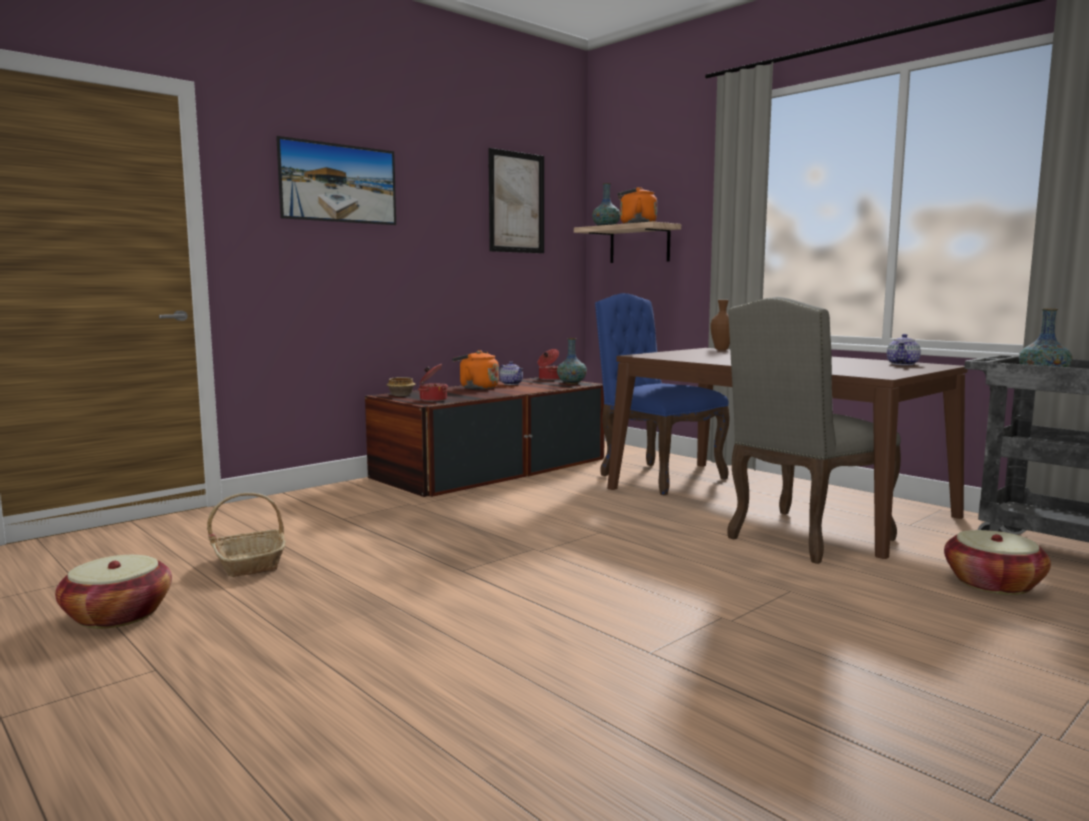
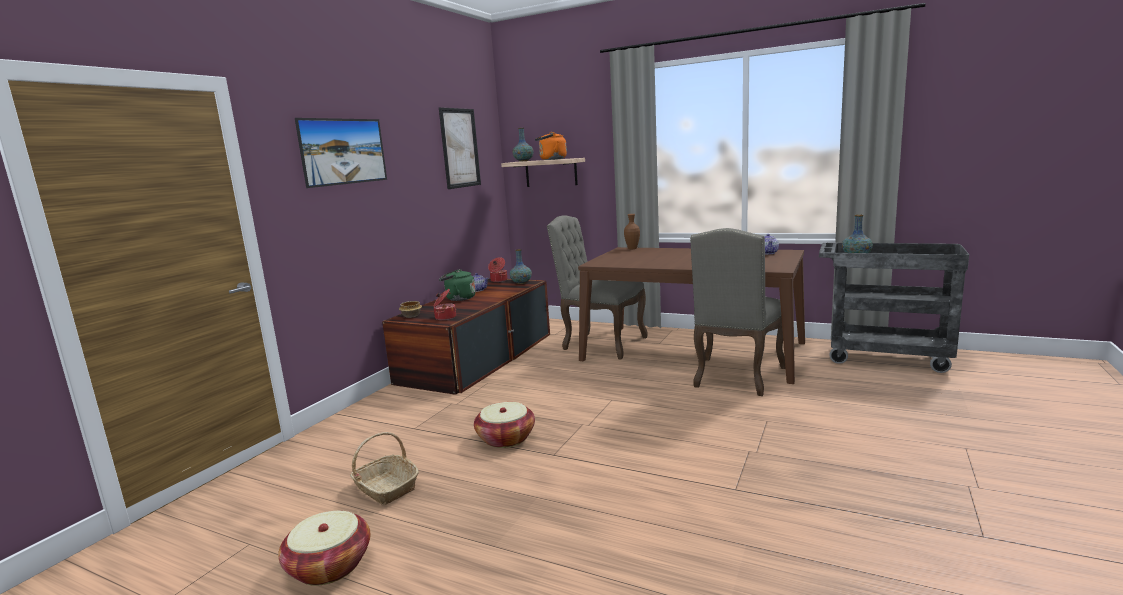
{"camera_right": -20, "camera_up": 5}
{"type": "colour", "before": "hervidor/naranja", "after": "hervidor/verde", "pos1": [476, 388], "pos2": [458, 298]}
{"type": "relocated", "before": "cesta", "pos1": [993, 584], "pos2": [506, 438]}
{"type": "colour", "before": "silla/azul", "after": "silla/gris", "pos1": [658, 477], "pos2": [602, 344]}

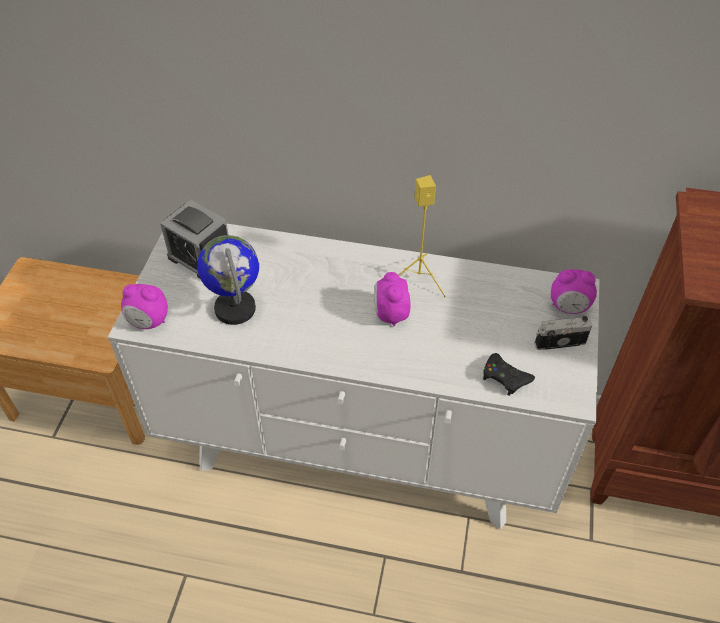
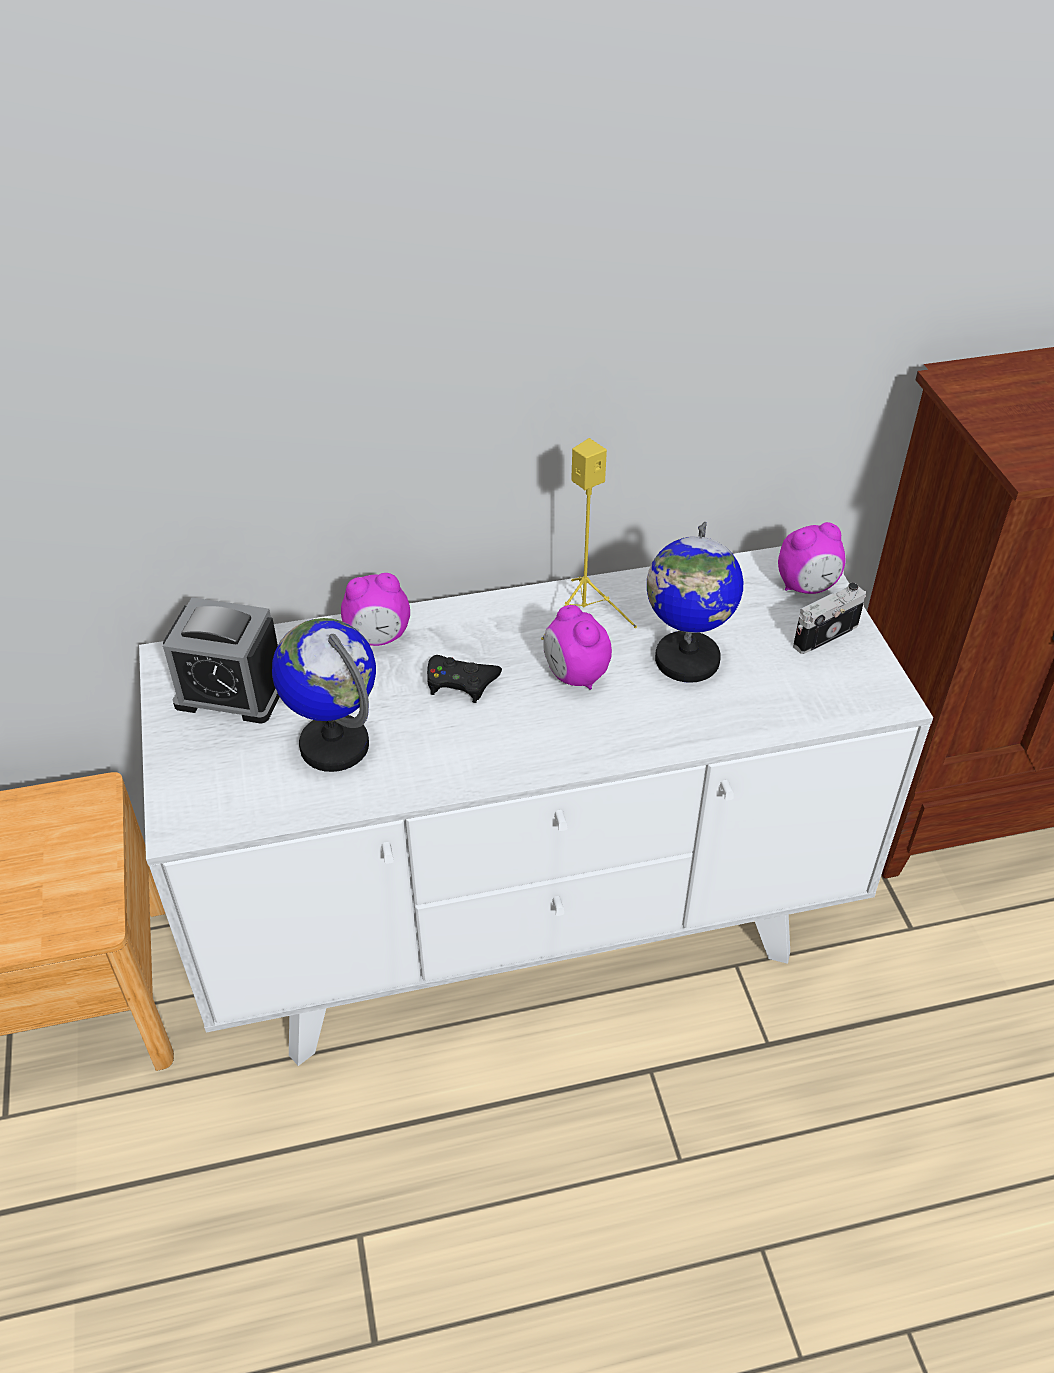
{"camera_right": -25, "camera_up": -5}
{"type": "relocated", "before": "despertador", "pos1": [148, 322], "pos2": [378, 638]}
{"type": "relocated", "before": "mando de consola/negro", "pos1": [505, 377], "pos2": [460, 682]}
{"type": "appeared", "after": "globo terráqueo", "pos2": [686, 660]}

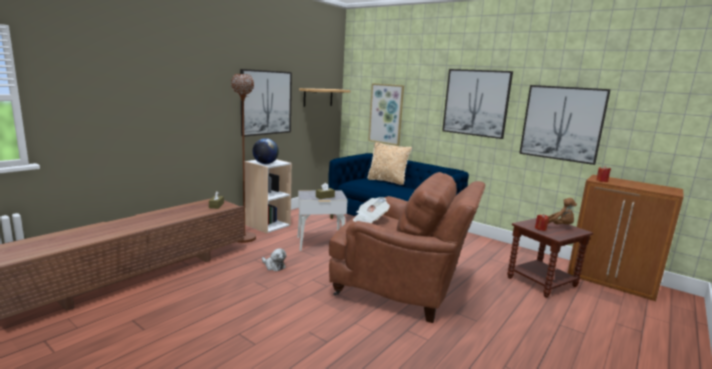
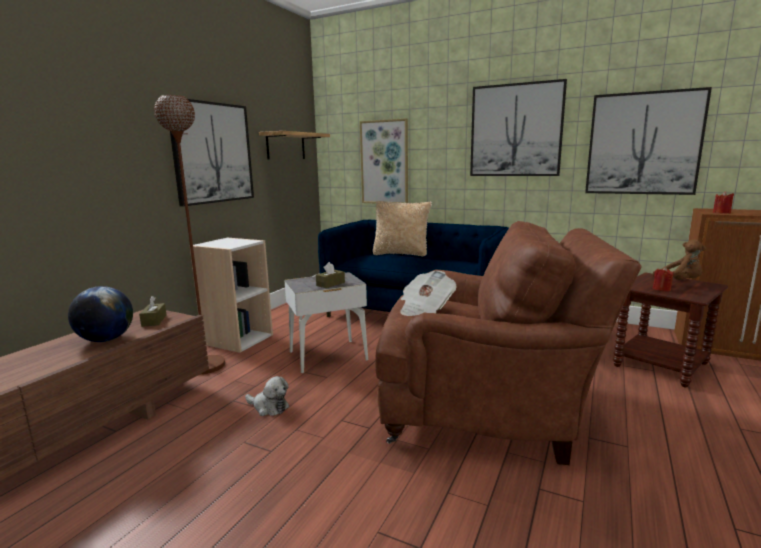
{"camera_right": -10, "camera_up": 0}
{"type": "relocated", "before": "globo terráqueo", "pos1": [265, 163], "pos2": [106, 340]}

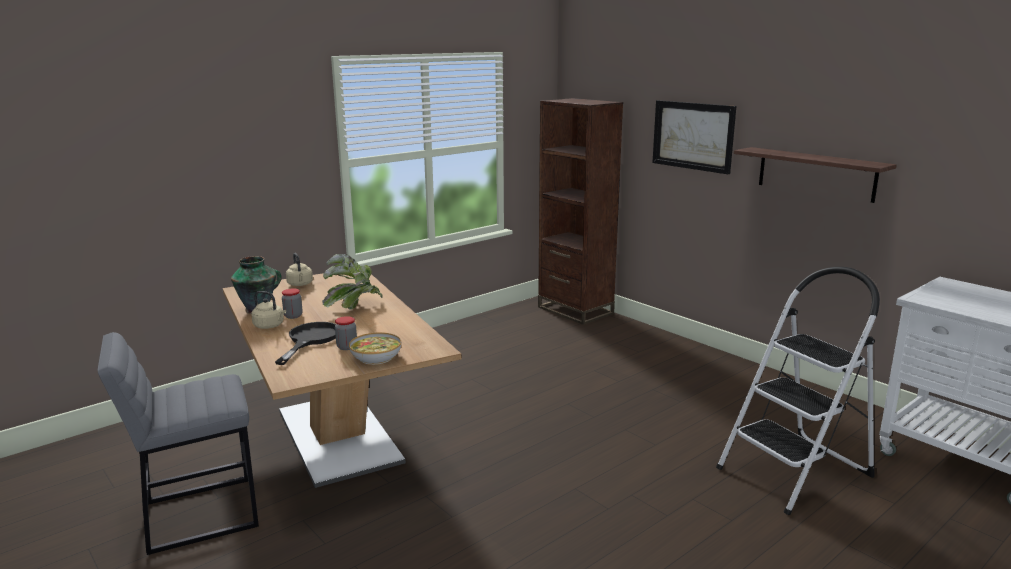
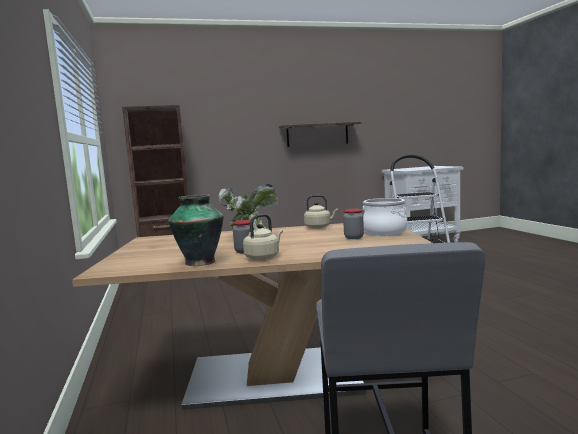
{"camera_right": -65, "camera_up": -10}
{"type": "relocated", "before": "hervidor/beis", "pos1": [300, 284], "pos2": [319, 227]}
{"type": "exchanged", "before": "cuenco", "after": "olla", "pos1": [376, 357], "pos2": [384, 232]}
{"type": "missing", "before": "sartén/negro", "pos1": [310, 340]}
{"type": "missing", "before": "cuadro", "pos1": [693, 135]}

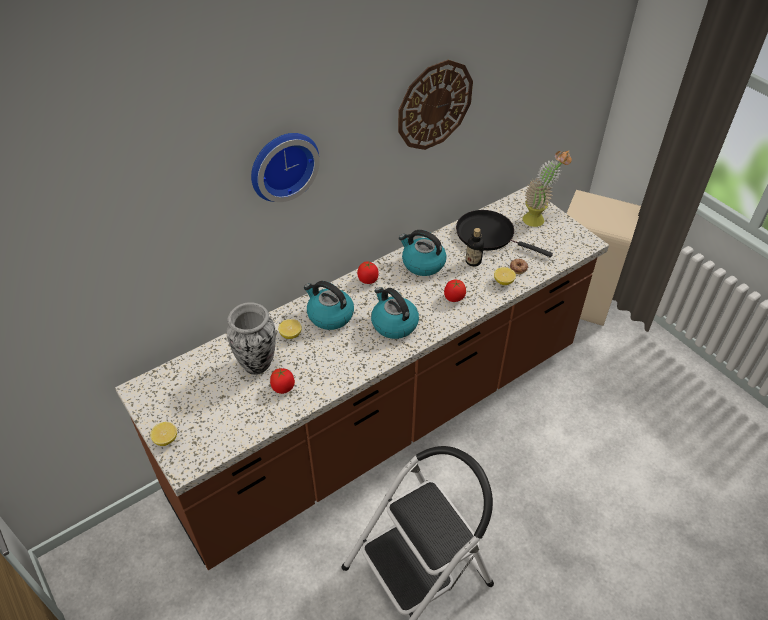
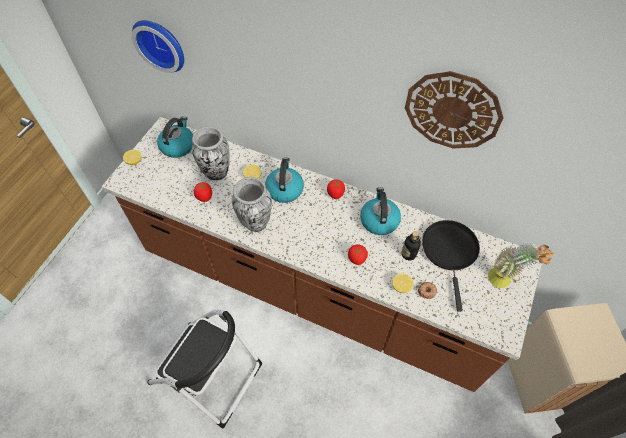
{"camera_right": 60, "camera_up": 10}
{"type": "relocated", "before": "reloj de pared", "pos1": [282, 164], "pos2": [161, 43]}
{"type": "relocated", "before": "hervidor", "pos1": [393, 324], "pos2": [178, 146]}
{"type": "appeared", "after": "florero", "pos2": [255, 223]}

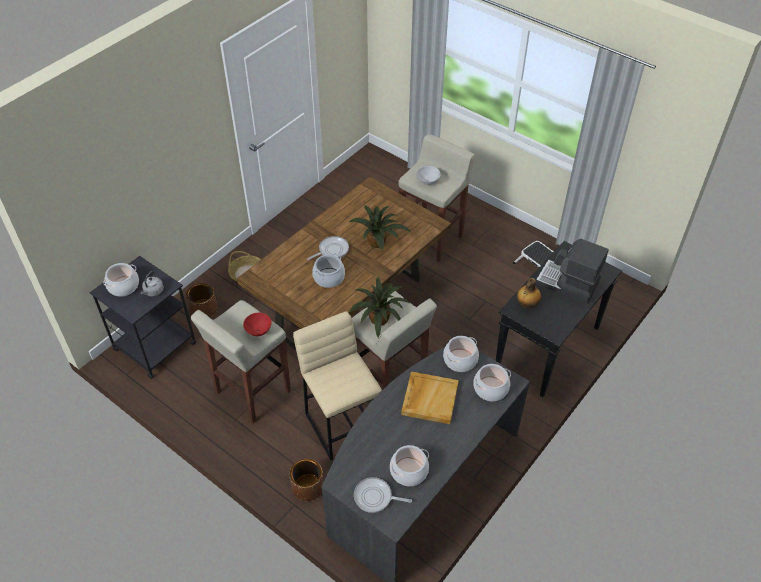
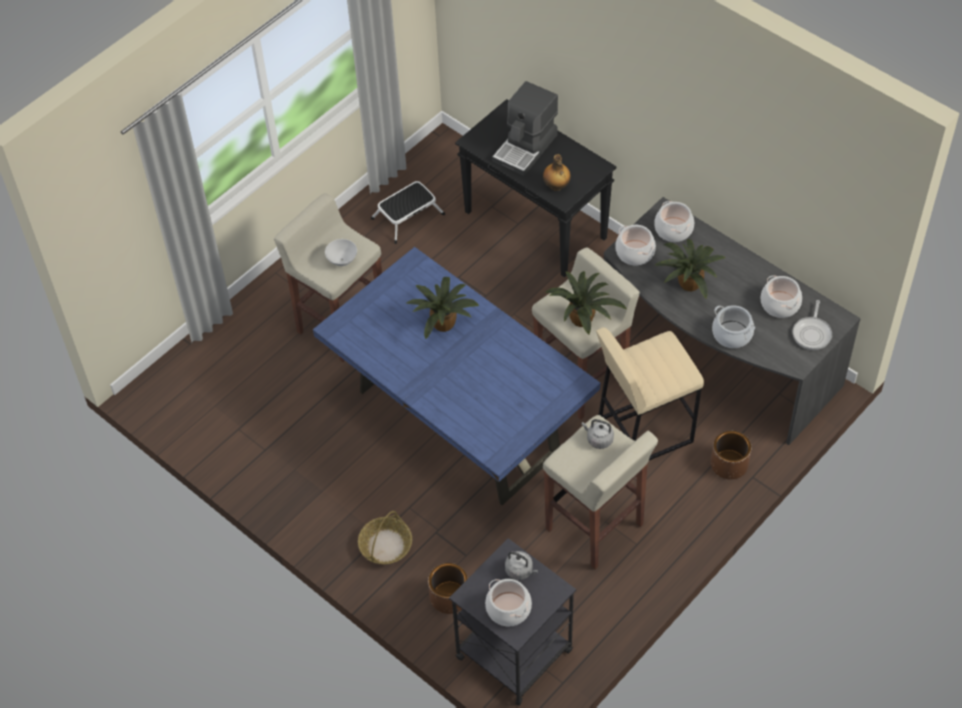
{"camera_right": -85, "camera_up": 5}
{"type": "colour", "before": "mesa de comedor/marrón", "after": "mesa de comedor/azul", "pos1": [349, 308], "pos2": [460, 422]}
{"type": "exchanged", "before": "cuenco/rojo", "after": "hervidor/gris", "pos1": [258, 331], "pos2": [598, 439]}
{"type": "exchanged", "before": "bandeja/beis", "after": "planta en maceta", "pos1": [429, 398], "pos2": [687, 283]}
{"type": "relocated", "before": "olla", "pos1": [329, 278], "pos2": [732, 334]}
{"type": "missing", "before": "sartén", "pos1": [332, 250]}

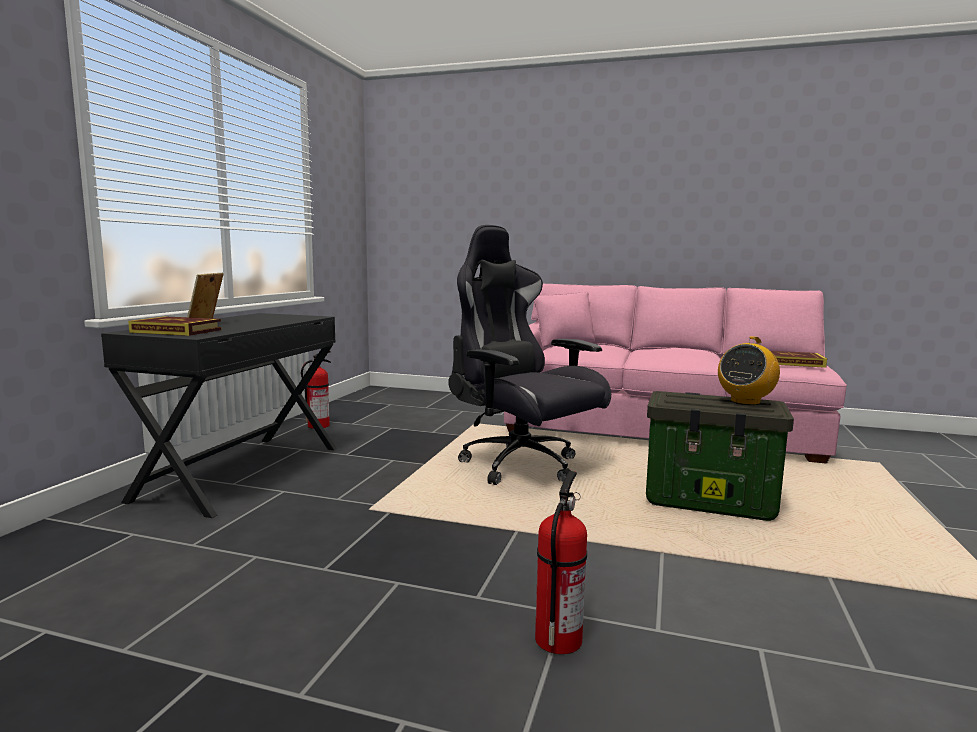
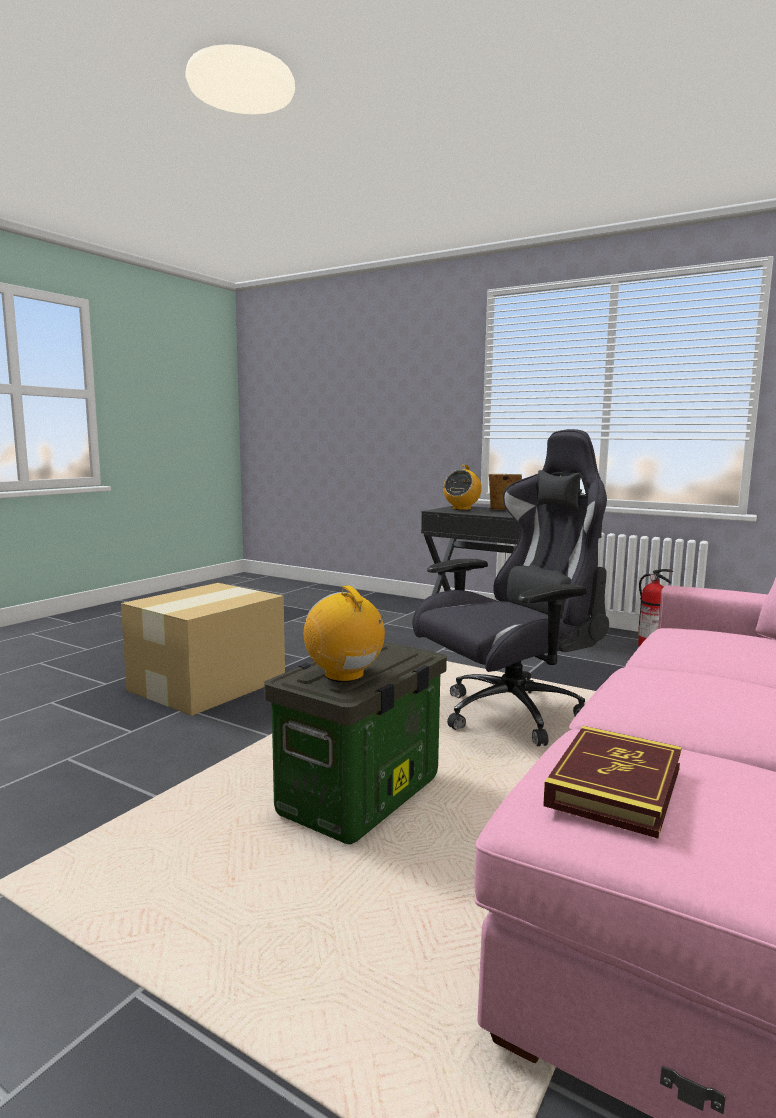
{"camera_right": 105, "camera_up": 0}
{"type": "exchanged", "before": "extintor", "after": "caja de cartón", "pos1": [558, 638], "pos2": [210, 684]}
{"type": "exchanged", "before": "libro", "after": "radio", "pos1": [176, 331], "pos2": [461, 509]}

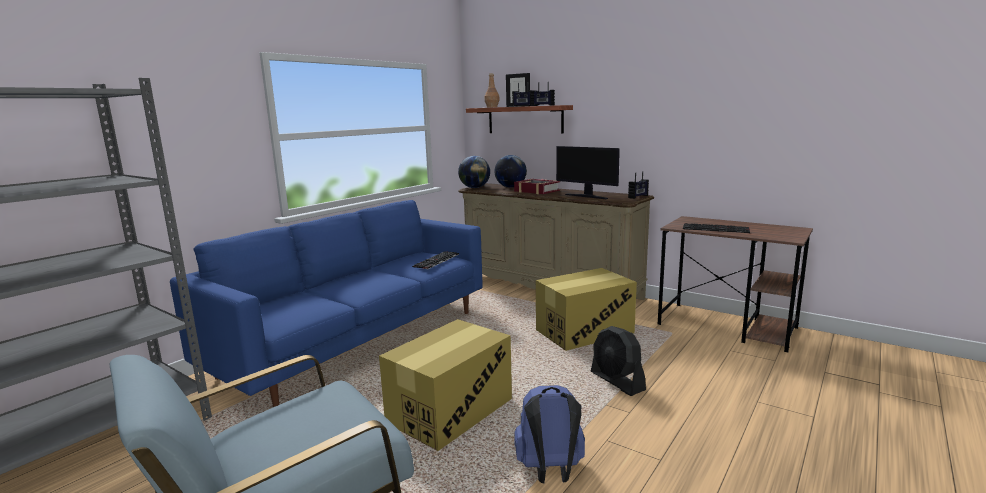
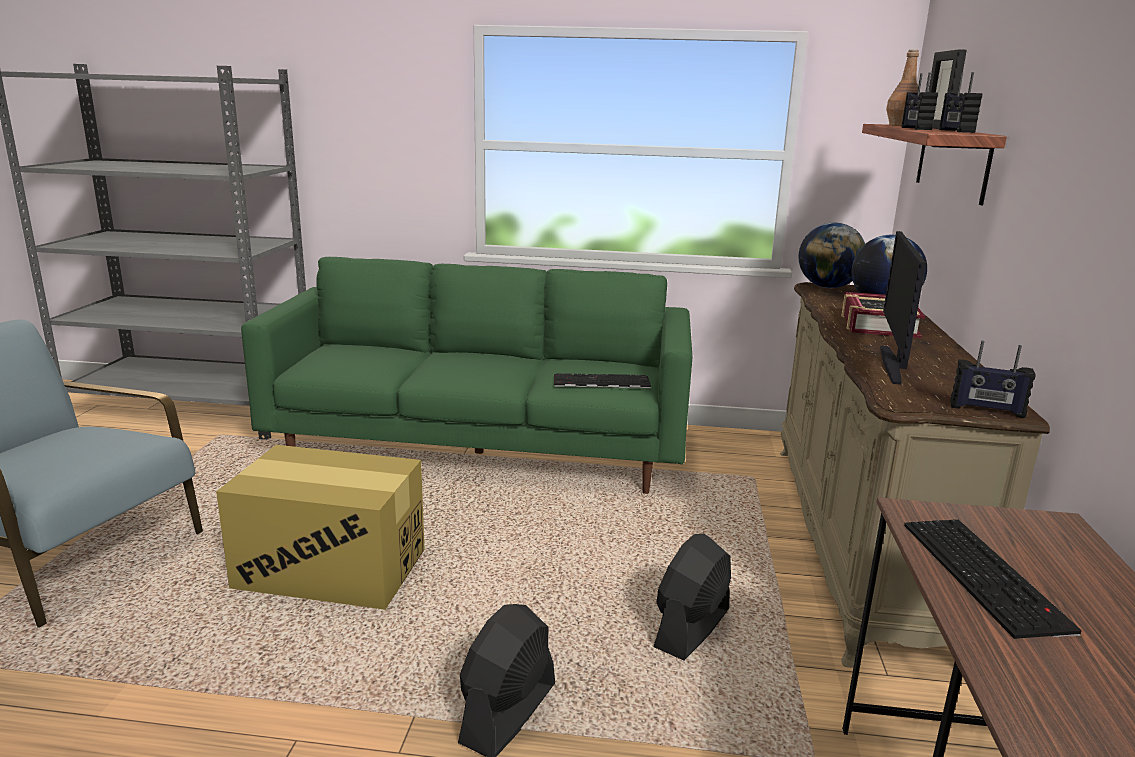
{"camera_right": 60, "camera_up": 5}
{"type": "colour", "before": "sofá/azul", "after": "sofá/verde", "pos1": [359, 342], "pos2": [481, 450]}
{"type": "exchanged", "before": "caja de cartón", "after": "ventilador/negro", "pos1": [584, 332], "pos2": [691, 629]}
{"type": "missing", "before": "mochila/azul", "pos1": [550, 471]}

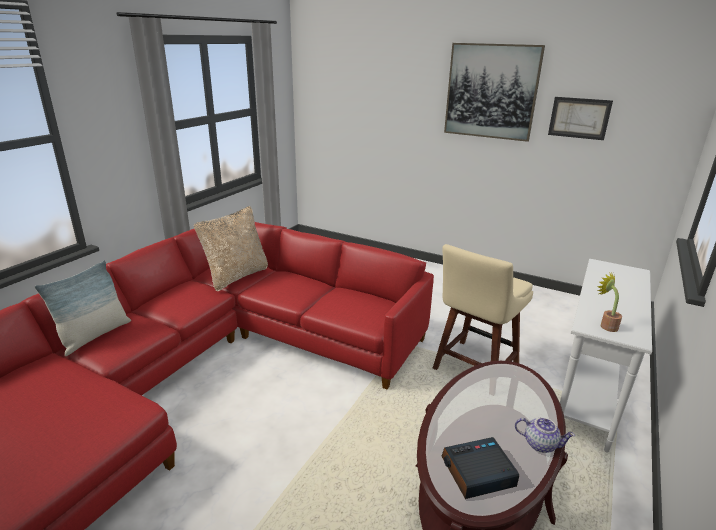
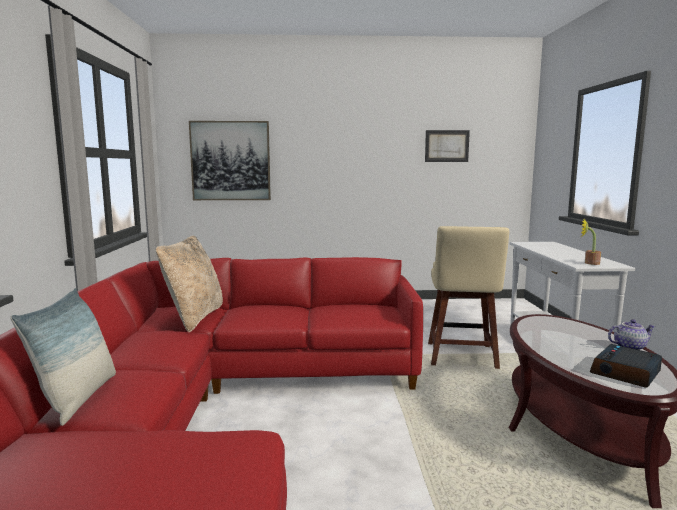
{"camera_right": -30, "camera_up": -15}
{"type": "relocated", "before": "cuadro", "pos1": [491, 91], "pos2": [230, 161]}

